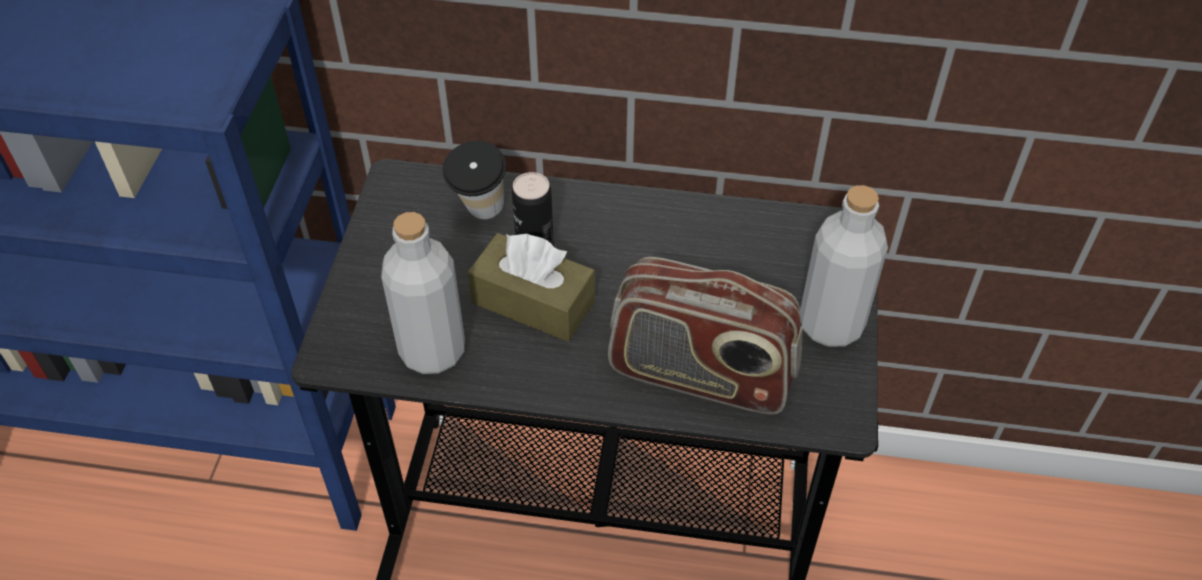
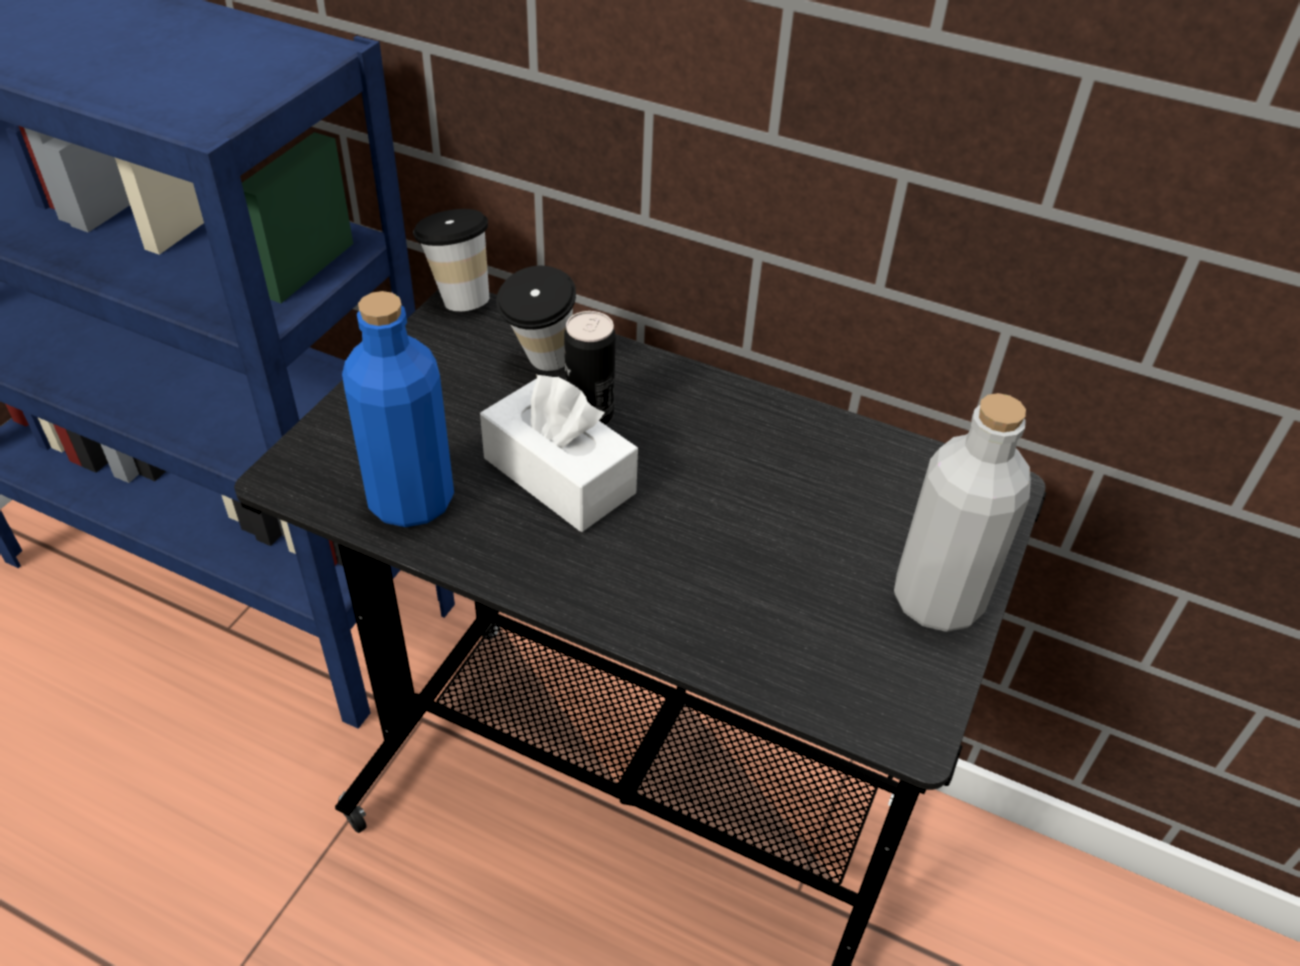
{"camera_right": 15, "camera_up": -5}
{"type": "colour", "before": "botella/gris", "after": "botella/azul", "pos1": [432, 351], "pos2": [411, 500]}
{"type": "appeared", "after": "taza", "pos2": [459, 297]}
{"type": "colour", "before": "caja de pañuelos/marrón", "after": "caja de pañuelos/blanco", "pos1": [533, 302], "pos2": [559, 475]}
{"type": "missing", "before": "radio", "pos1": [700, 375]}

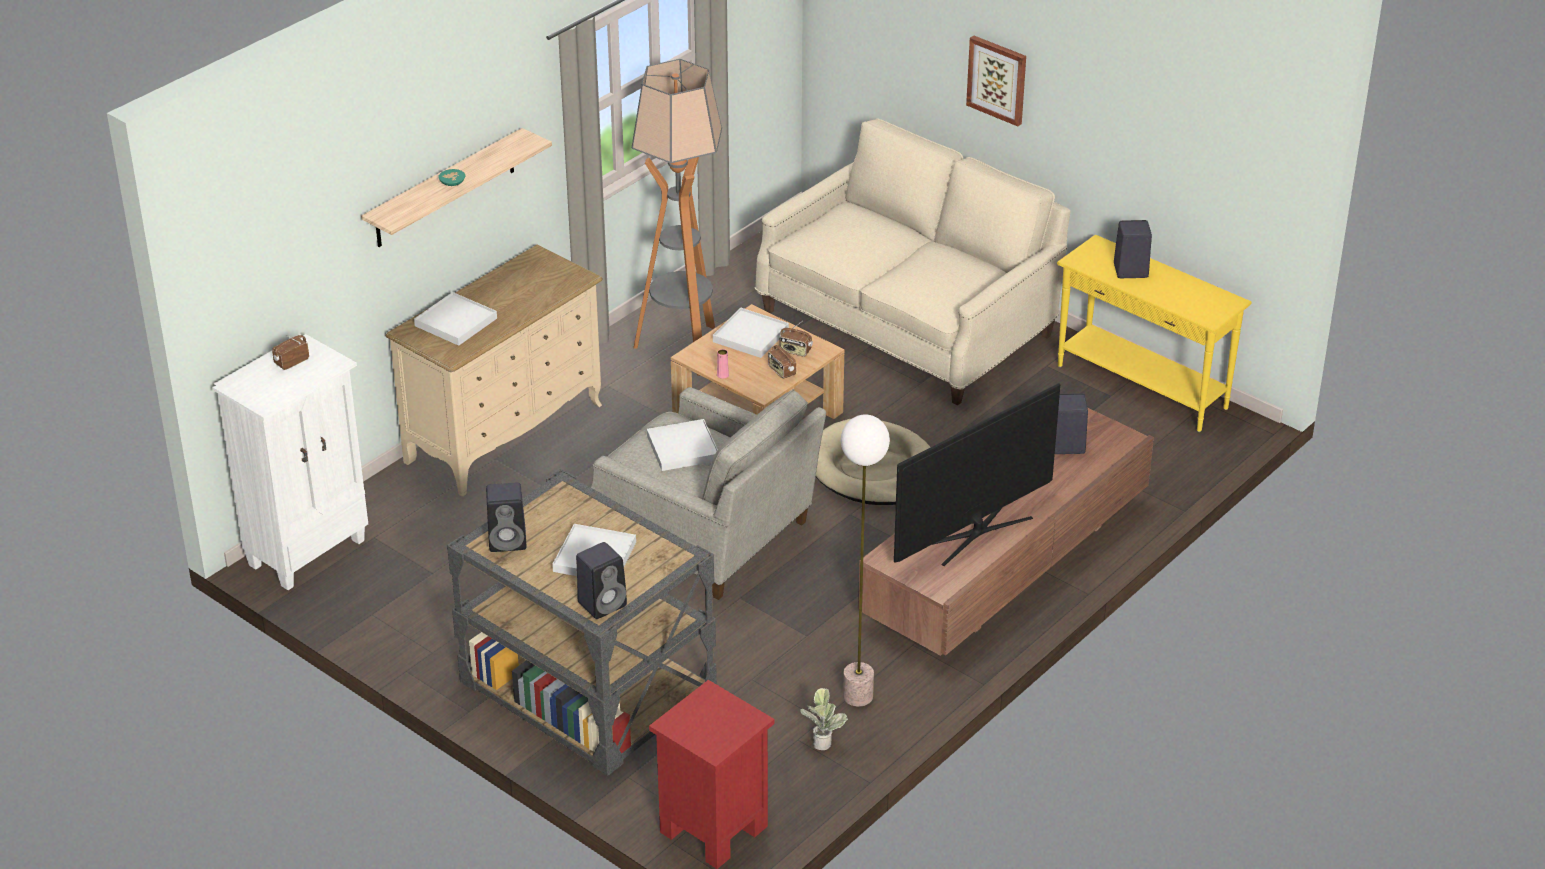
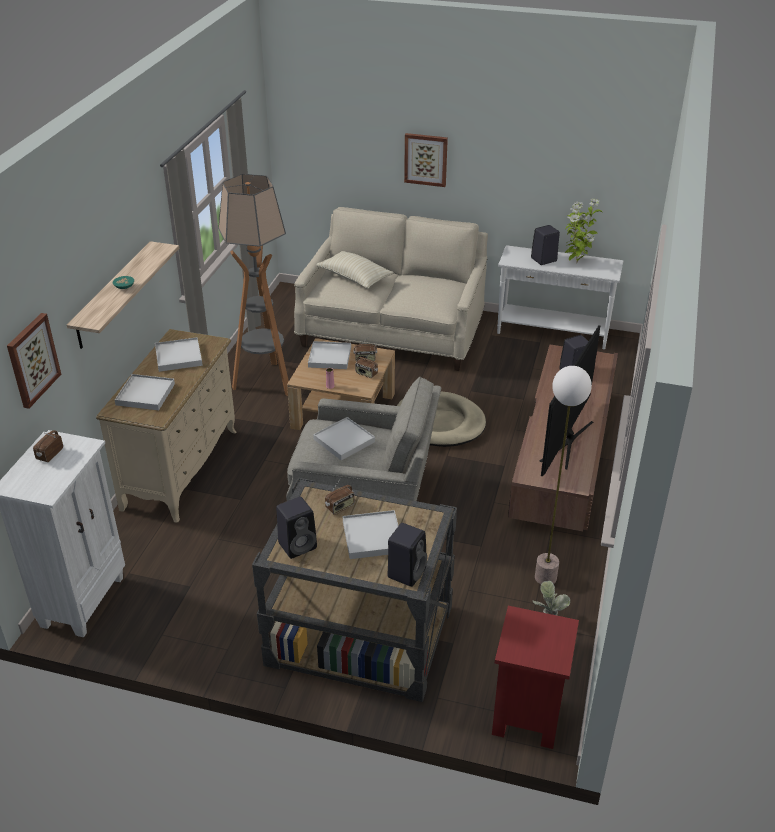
{"camera_right": -25, "camera_up": 0}
{"type": "appeared", "after": "cuadro", "pos2": [32, 360]}
{"type": "appeared", "after": "bandeja/blanco", "pos2": [178, 357]}
{"type": "appeared", "after": "cojín/beis", "pos2": [355, 278]}
{"type": "appeared", "after": "radio", "pos2": [340, 507]}
{"type": "colour", "before": "mesa consola/amarillo", "after": "mesa consola/blanco", "pos1": [1143, 387], "pos2": [553, 332]}
{"type": "appeared", "after": "planta en maceta", "pos2": [576, 263]}

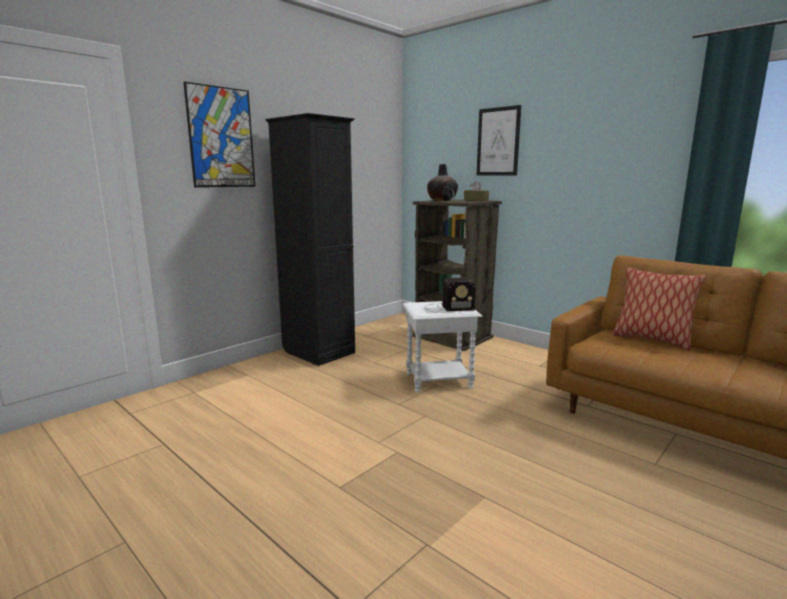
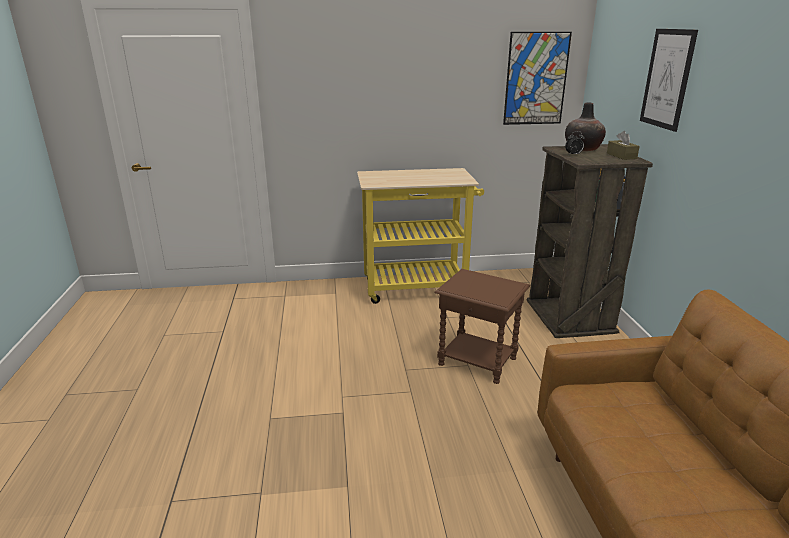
{"camera_right": 40, "camera_up": 10}
{"type": "exchanged", "before": "armario/negro", "after": "carrito/amarillo", "pos1": [319, 352], "pos2": [416, 289]}
{"type": "colour", "before": "mesa auxiliar/blanco", "after": "mesa auxiliar/marrón", "pos1": [438, 379], "pos2": [478, 360]}
{"type": "relocated", "before": "cuadro", "pos1": [221, 138], "pos2": [536, 79]}
{"type": "missing", "before": "radio", "pos1": [447, 308]}
{"type": "missing", "before": "cojín", "pos1": [651, 340]}

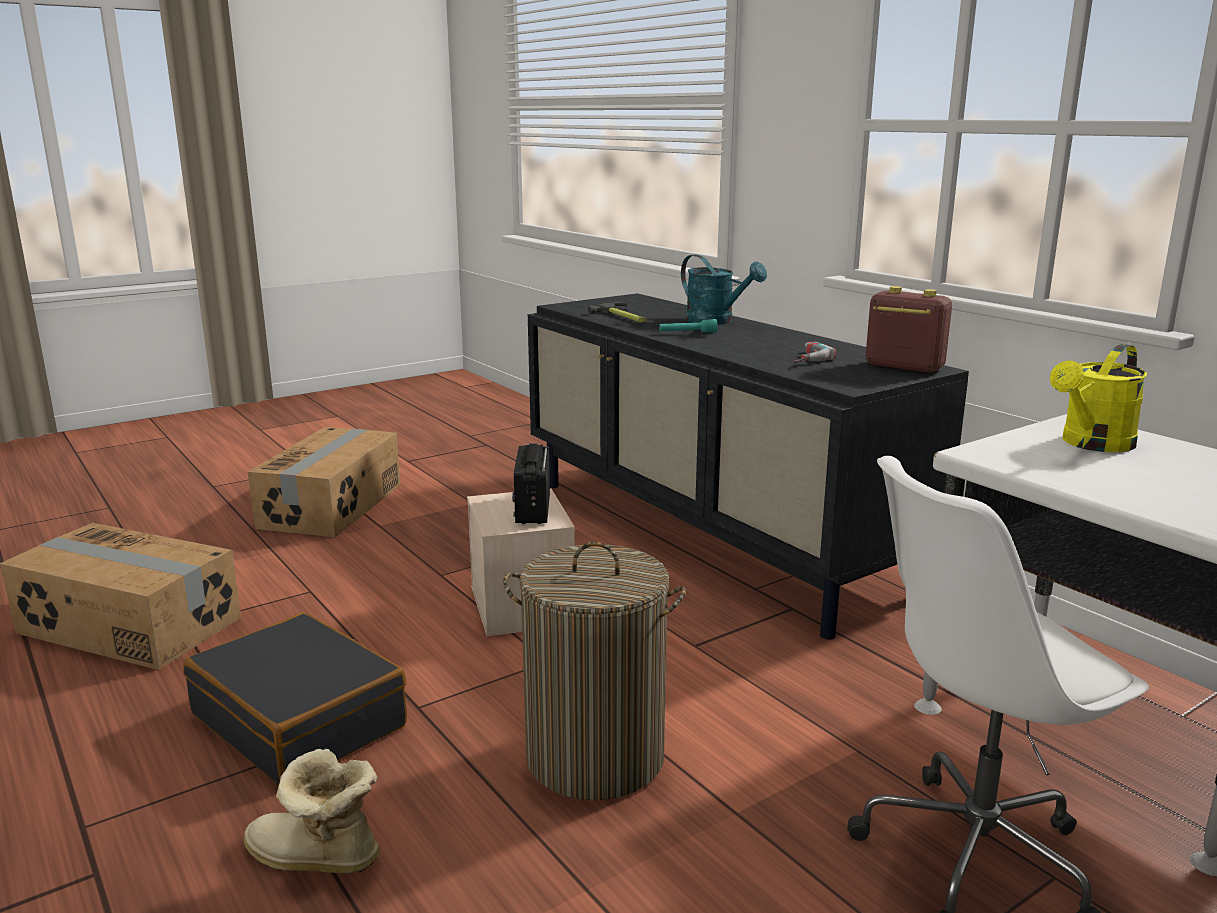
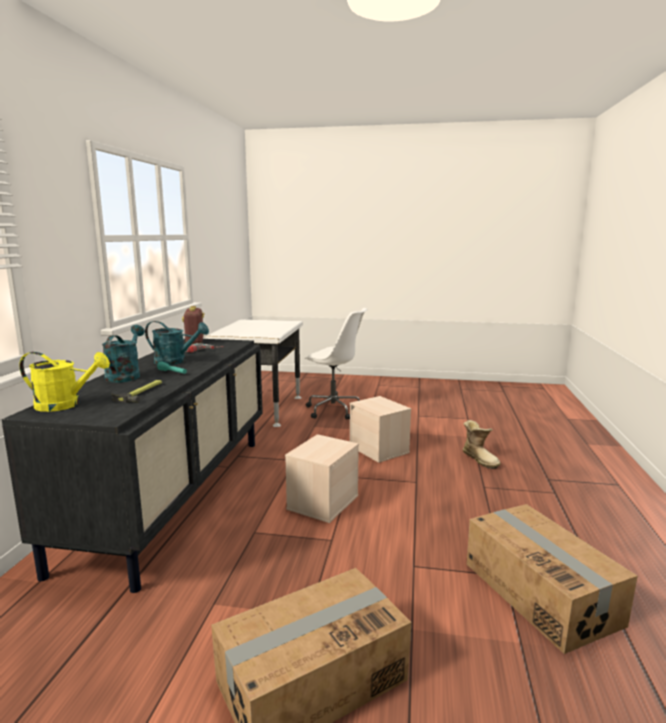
{"camera_right": -135, "camera_up": -5}
{"type": "relocated", "before": "regadera/amarillo", "pos1": [1092, 444], "pos2": [65, 405]}
{"type": "appeared", "after": "regadera/turquesa", "pos2": [176, 362]}
{"type": "exchanged", "before": "cesto de la ropa", "after": "caja de almacenaje/beis", "pos1": [594, 757], "pos2": [379, 449]}
{"type": "missing", "before": "maleta/negro", "pos1": [300, 720]}
{"type": "missing", "before": "radio", "pos1": [533, 509]}

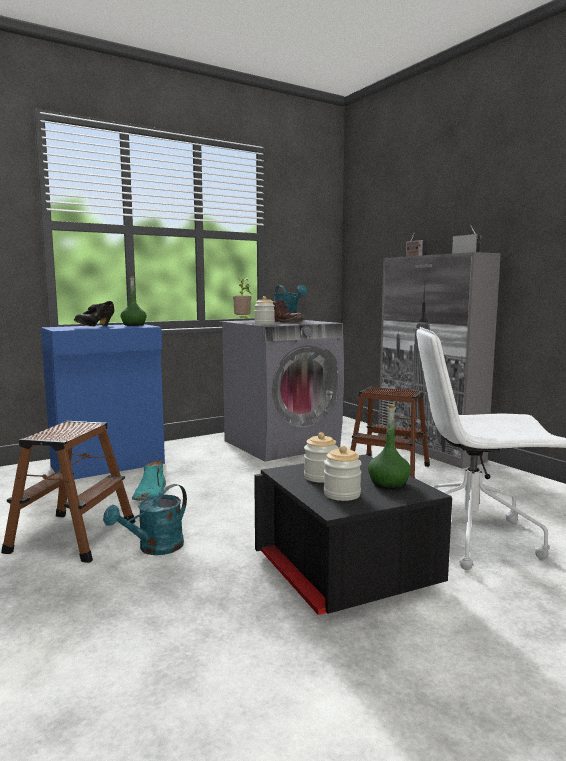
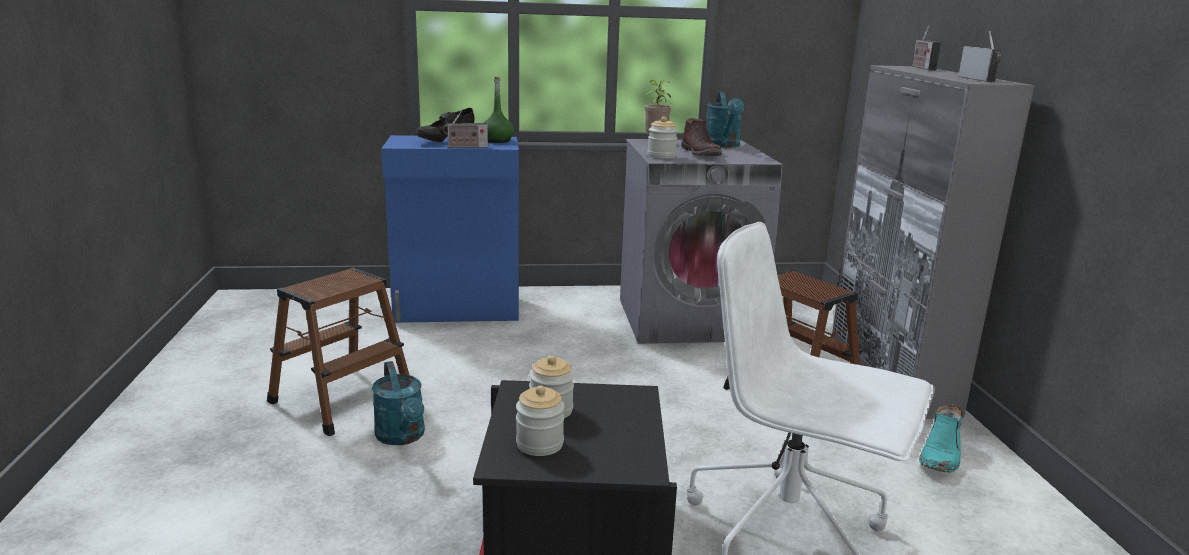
{"camera_right": 25, "camera_up": 10}
{"type": "spun", "before": "regadera/turquesa", "pos1": [154, 548], "pos2": [403, 437], "turn": -90}
{"type": "appeared", "after": "radio", "pos2": [465, 147]}
{"type": "relocated", "before": "bota/turquesa", "pos1": [150, 494], "pos2": [941, 456]}
{"type": "missing", "before": "botella/verde", "pos1": [389, 483]}

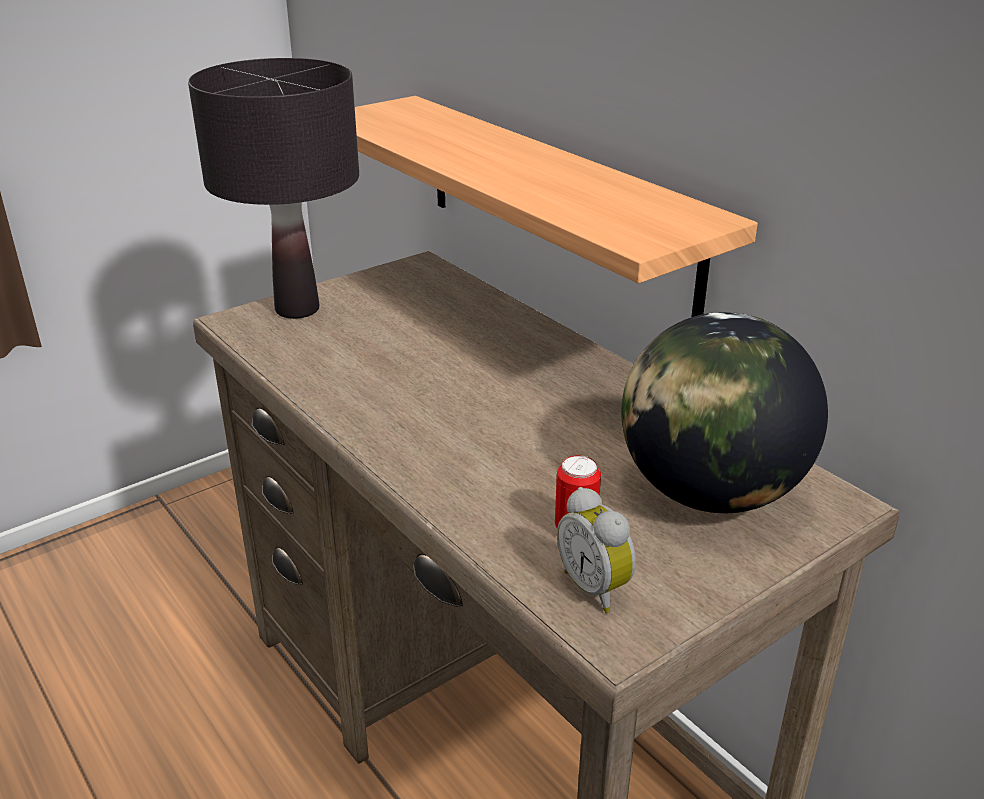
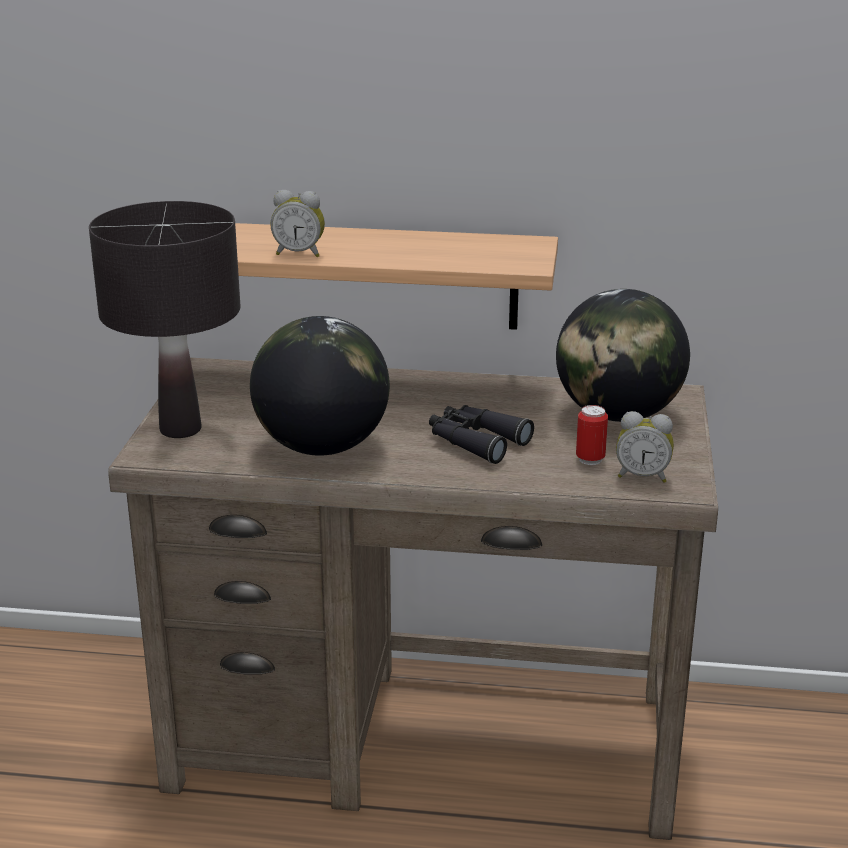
{"camera_right": -45, "camera_up": -5}
{"type": "appeared", "after": "globo terráqueo", "pos2": [322, 447]}
{"type": "appeared", "after": "despertador", "pos2": [299, 253]}
{"type": "appeared", "after": "prismáticos/negro", "pos2": [475, 441]}

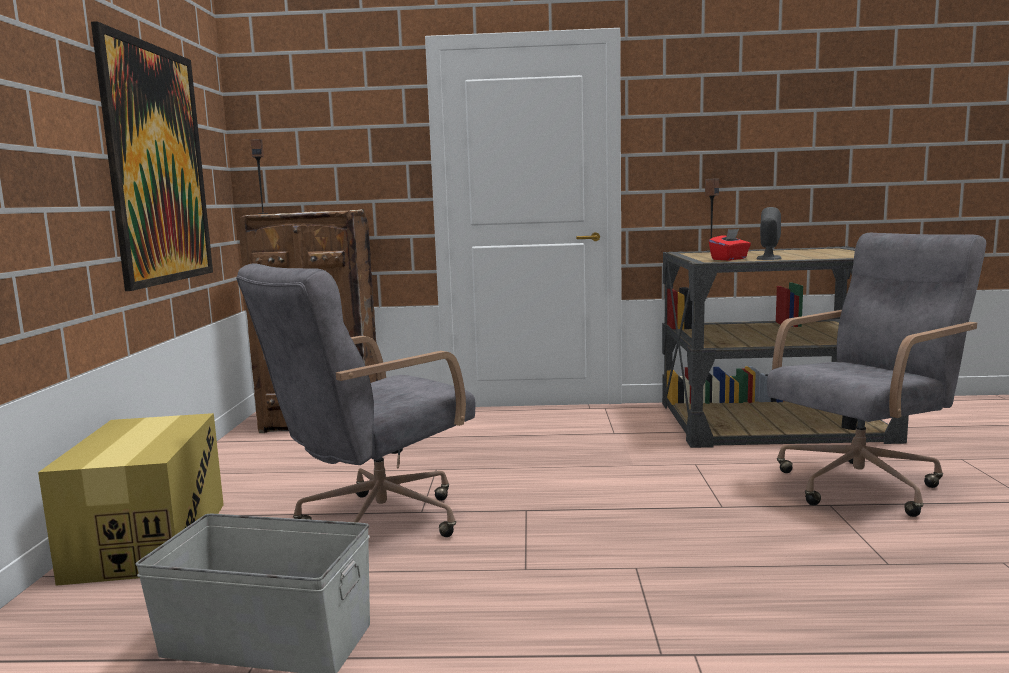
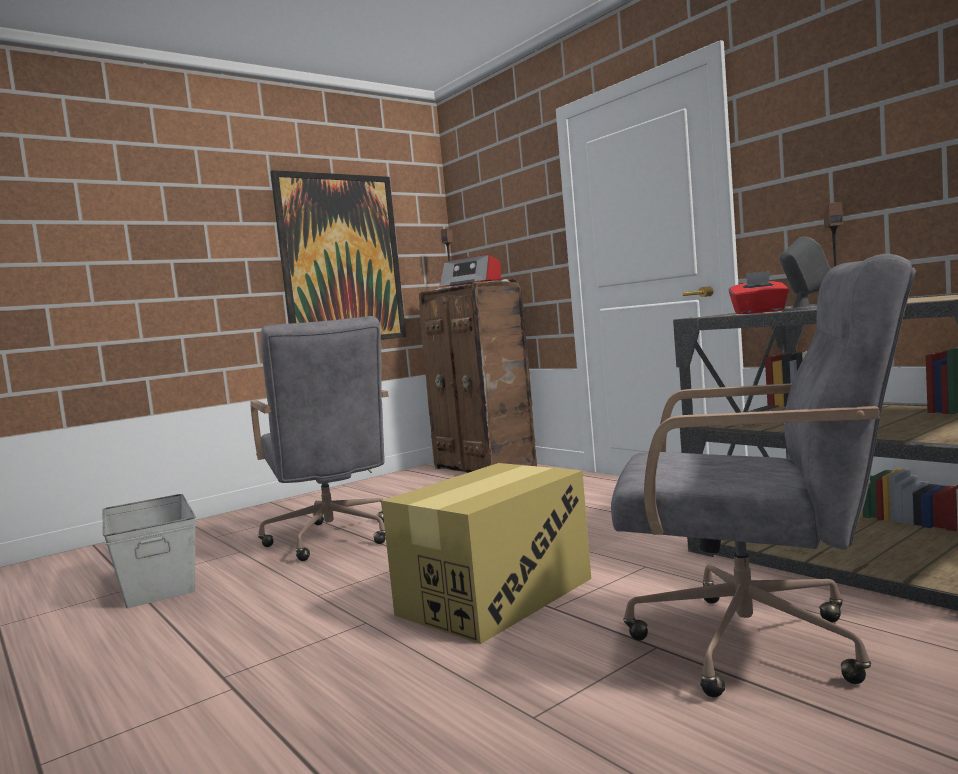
{"camera_right": 50, "camera_up": -5}
{"type": "spun", "before": "silla de oficina/gris", "pos1": [374, 526], "pos2": [333, 541], "turn": -120}
{"type": "relocated", "before": "caja de cartón", "pos1": [149, 540], "pos2": [496, 596]}
{"type": "appeared", "after": "radio", "pos2": [471, 283]}

